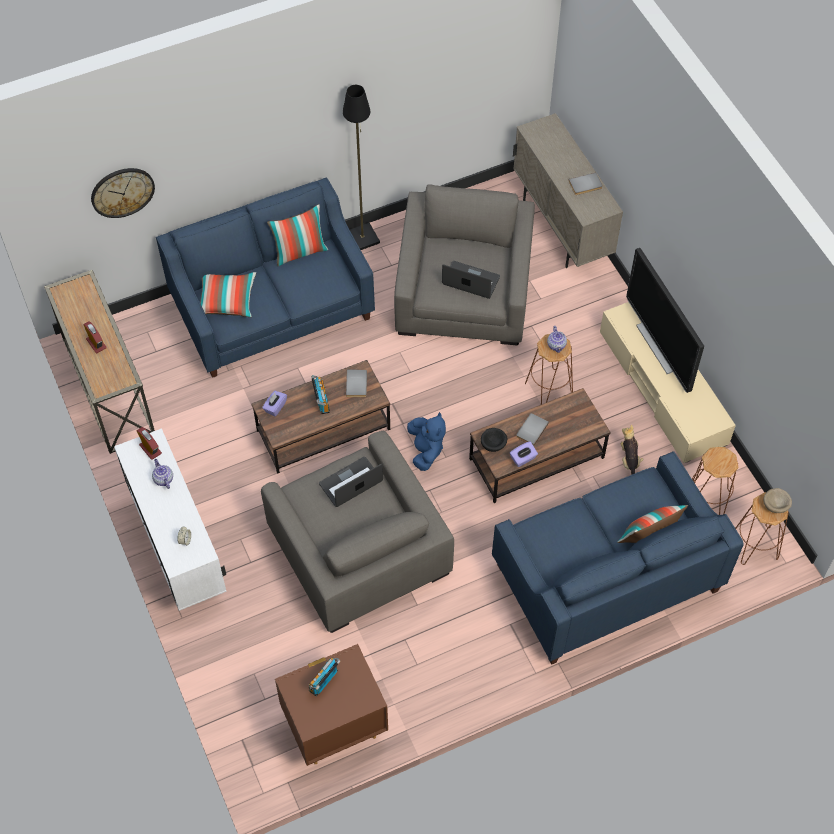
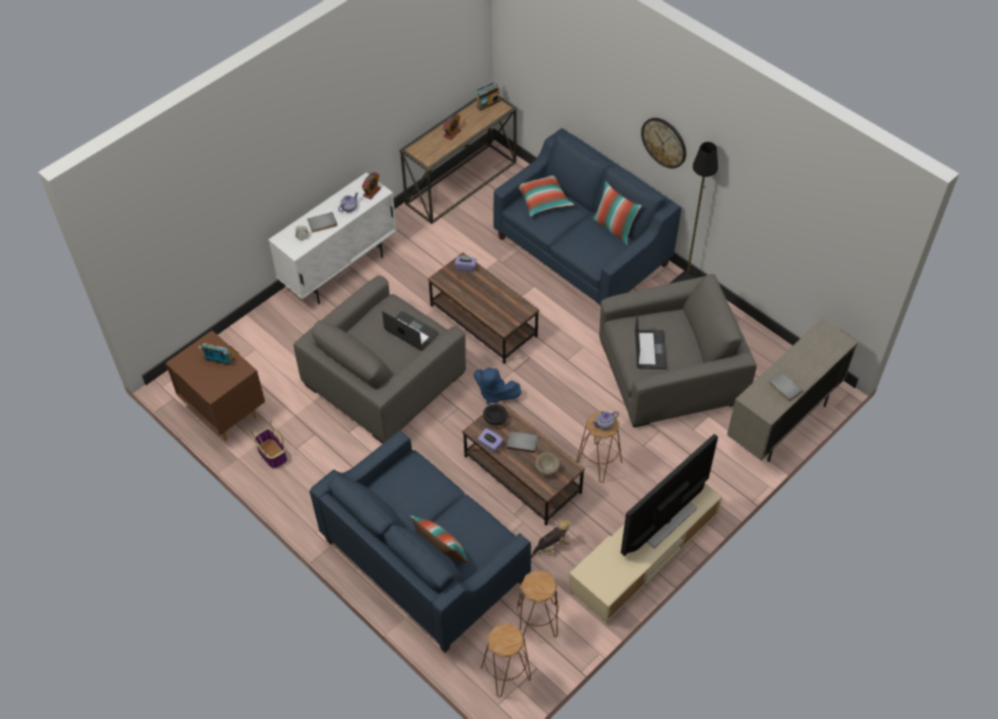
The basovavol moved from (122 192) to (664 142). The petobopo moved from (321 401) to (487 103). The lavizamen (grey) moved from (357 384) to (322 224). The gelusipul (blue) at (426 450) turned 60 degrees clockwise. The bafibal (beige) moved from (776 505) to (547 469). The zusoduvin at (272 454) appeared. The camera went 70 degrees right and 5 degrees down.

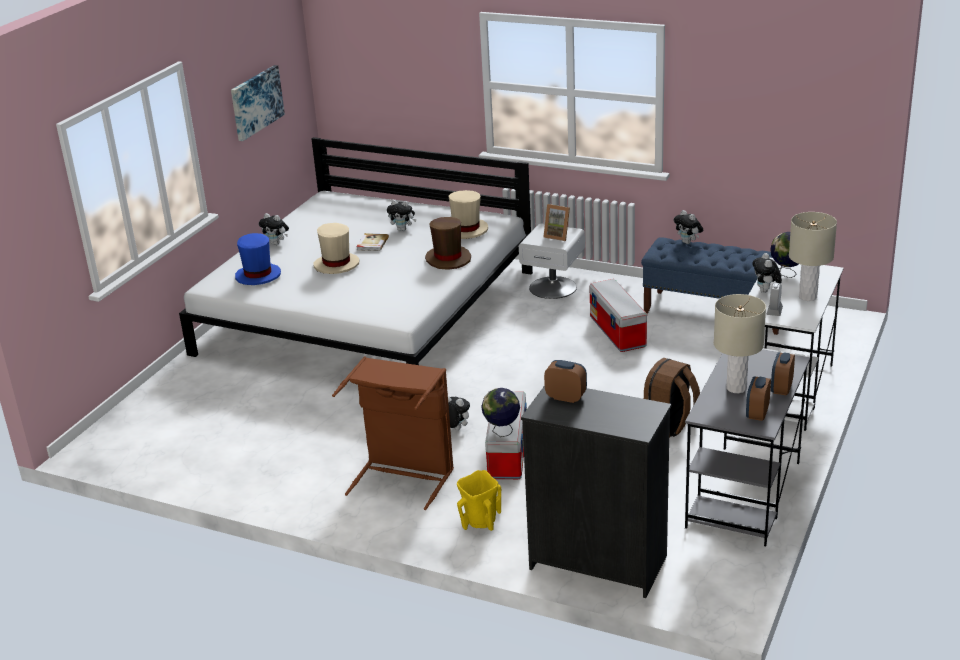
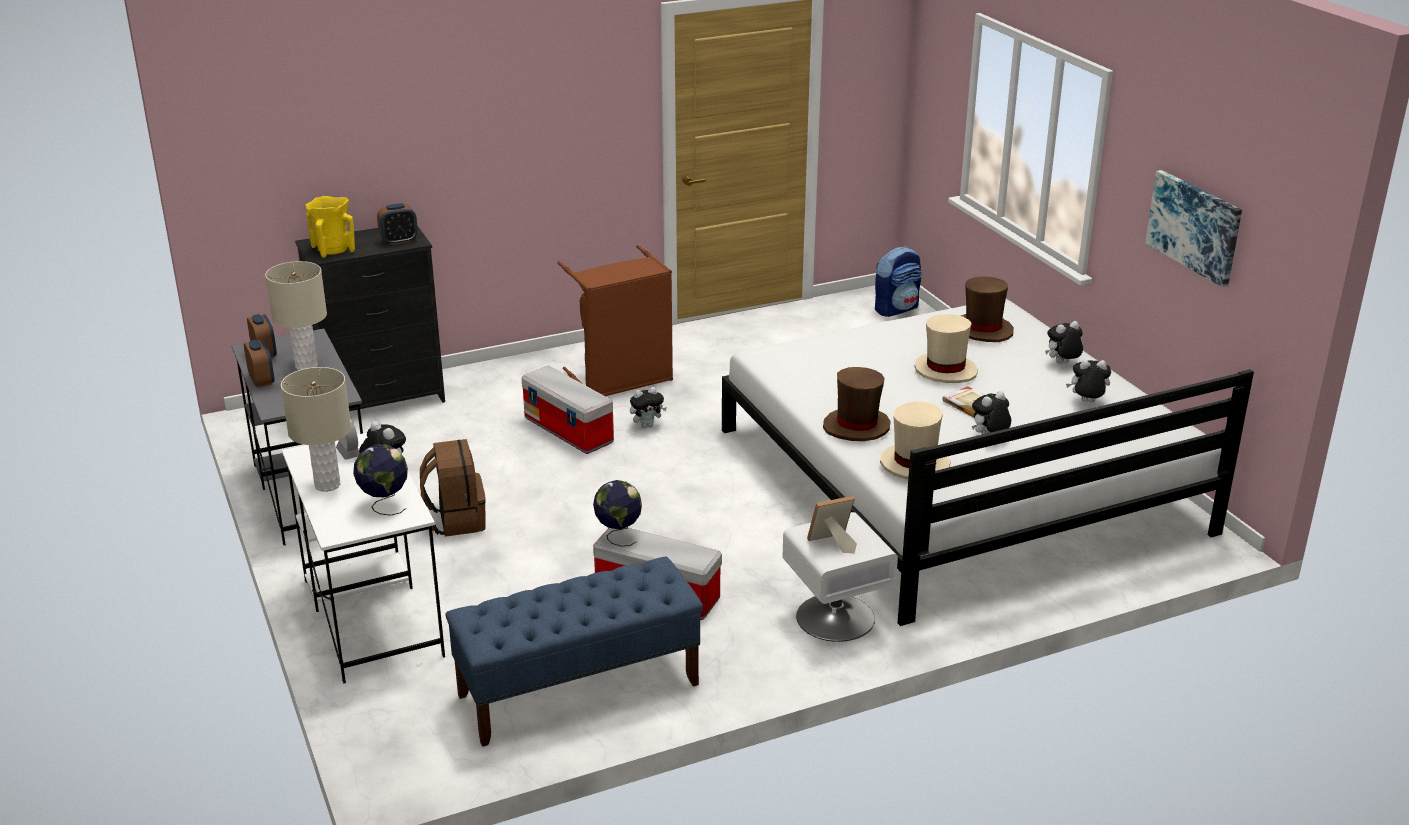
The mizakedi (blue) at (258 276) became the mizakedi (brown) at (983 330). The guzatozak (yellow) moved from (480 522) to (333 250). The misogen moved from (502 432) to (618 536). The gelusipul moved from (688 242) to (1086 402). The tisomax at (896 309) appeared. The camera went 130 degrees right and 0 degrees up.

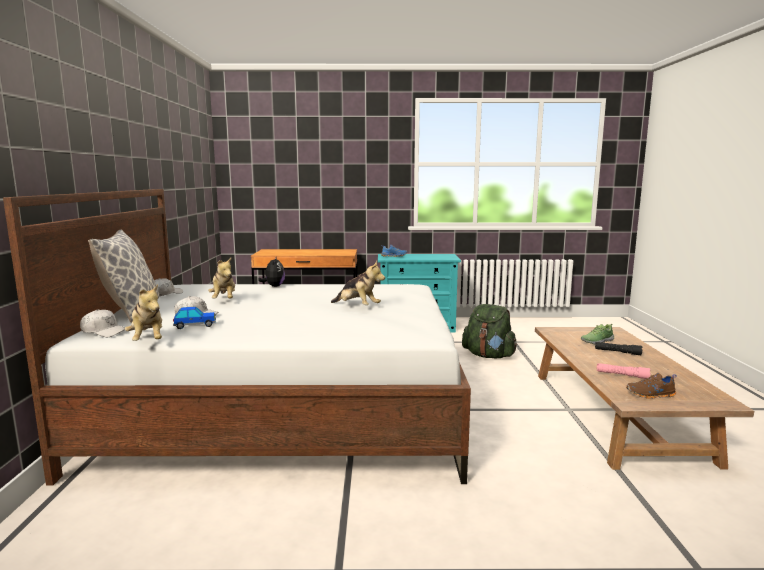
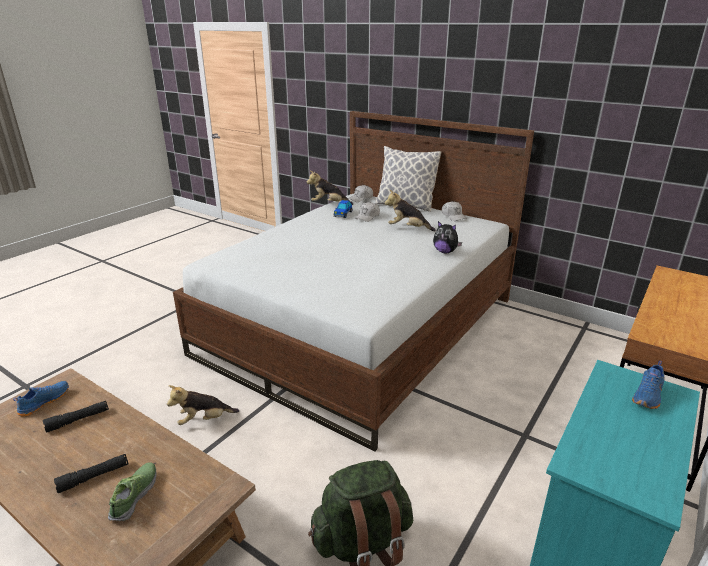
The gelusipul moved from (357 307) to (204 420). The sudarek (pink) at (622 375) became the sudarek (black) at (78 420). The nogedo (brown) at (651 395) became the nogedo (blue) at (44 402). The camera went 125 degrees right and 15 degrees up.

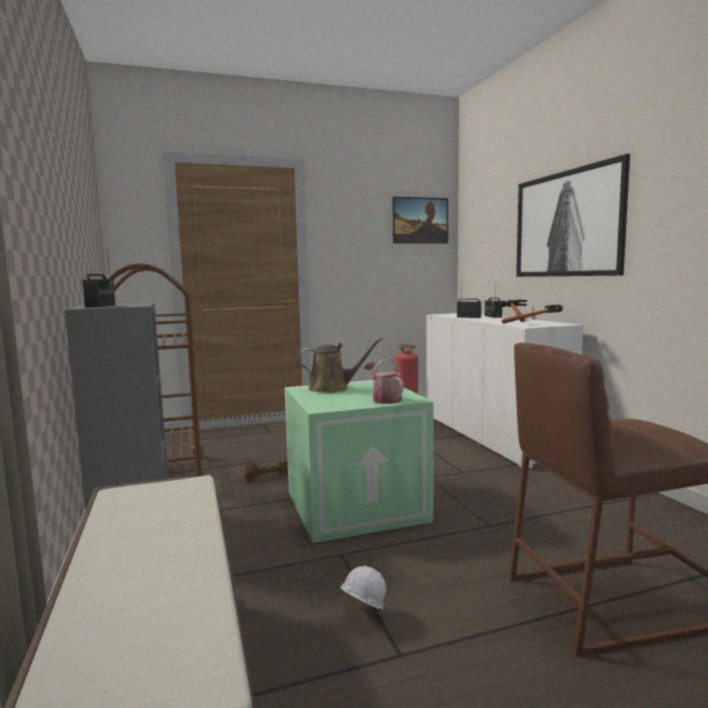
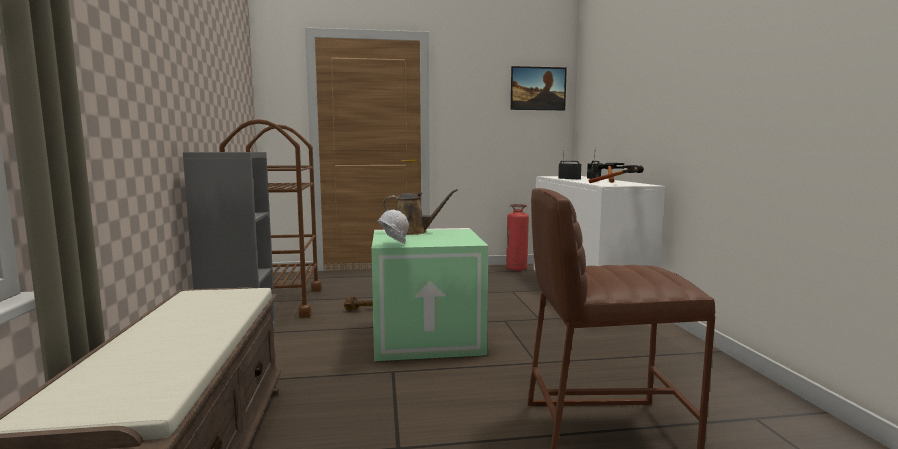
The petobopo at (101 306) disappeared. The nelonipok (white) moved from (362 617) to (392 245). The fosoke at (384 399) disappeared. The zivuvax at (566 224) disappeared. The camera went 10 degrees right and 0 degrees up.

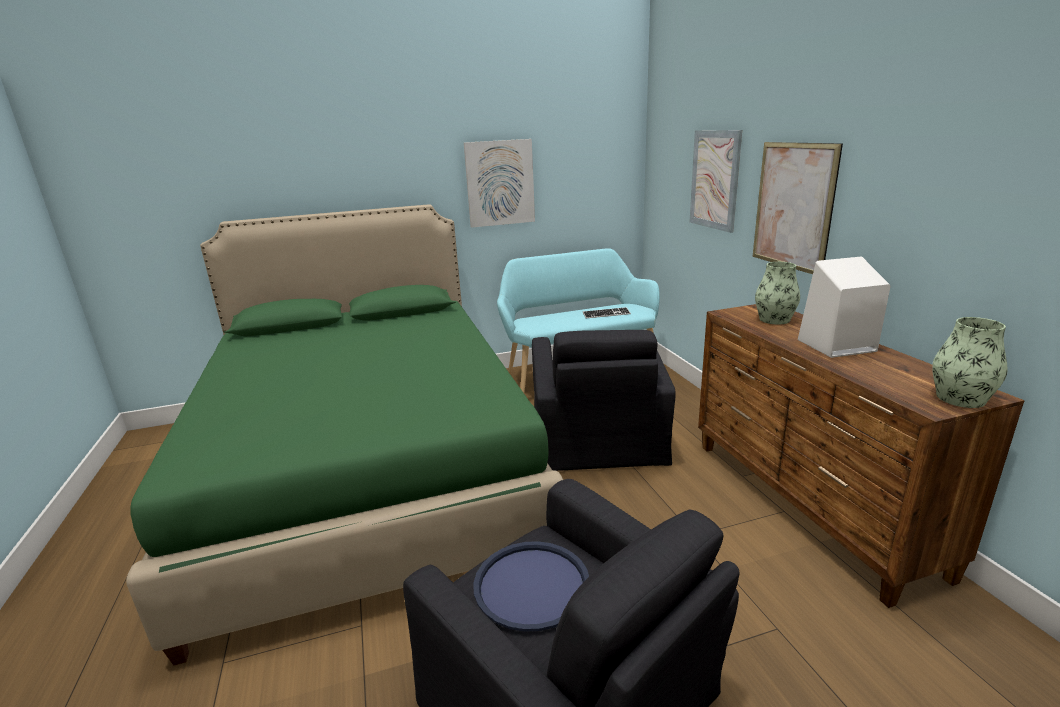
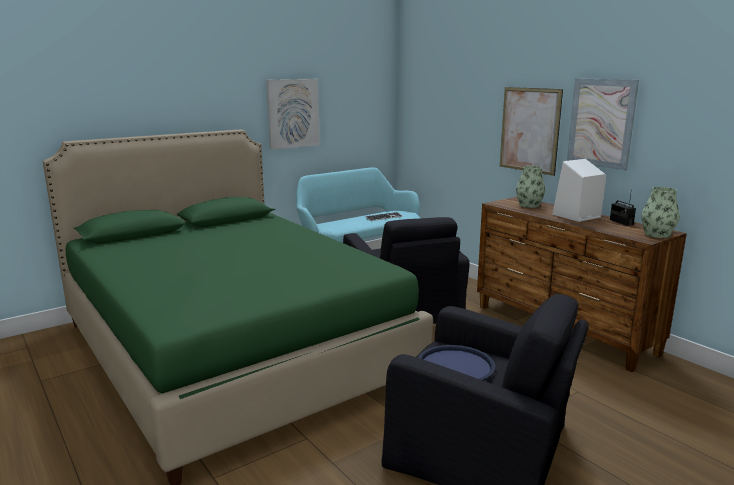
The zivuvax moved from (714 180) to (601 123). The petobopo at (621 222) appeared. The camera went 20 degrees left and 5 degrees down.

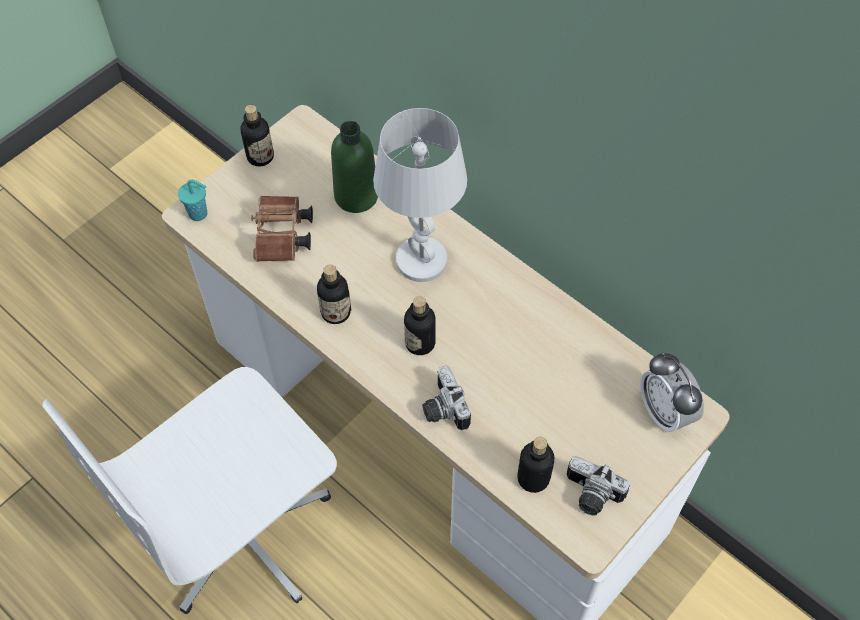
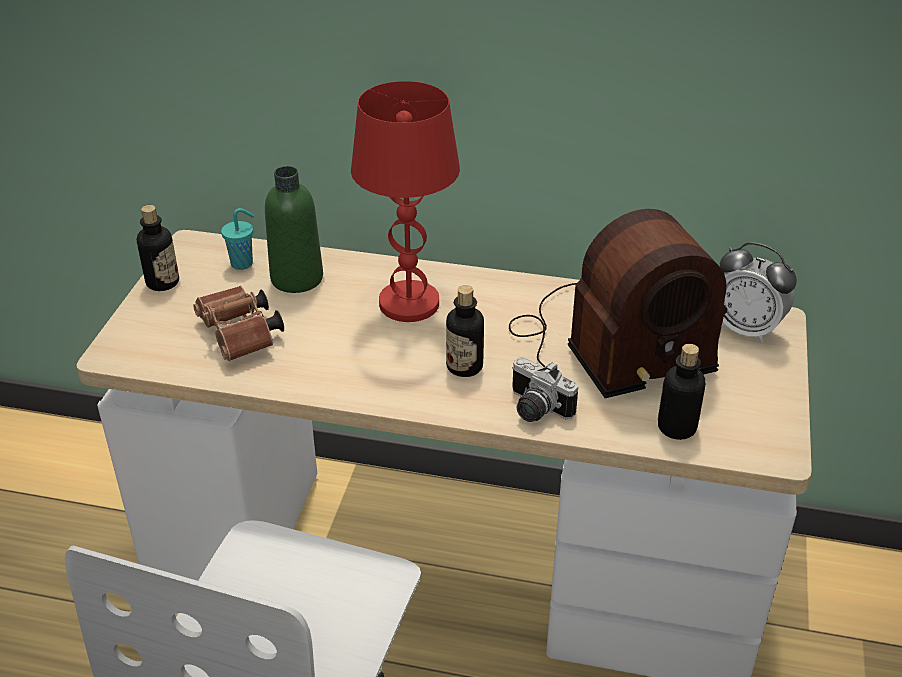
The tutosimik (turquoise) moved from (199 214) to (243 263). The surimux at (336 312) disappeared. The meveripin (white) at (421 260) became the meveripin (red) at (408 304). The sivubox at (590 496) disappeared. The petobopo at (607 346) appeared. The camera went 30 degrees left and 20 degrees down.

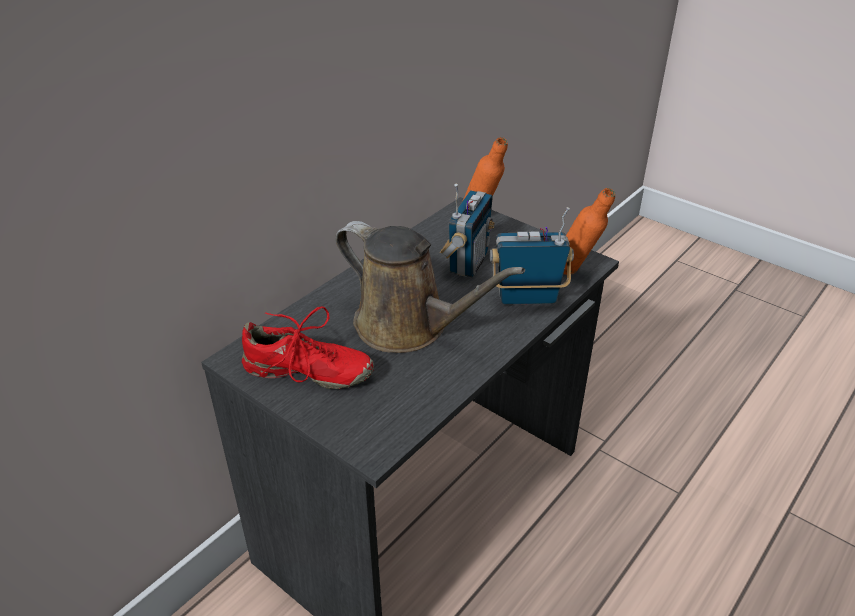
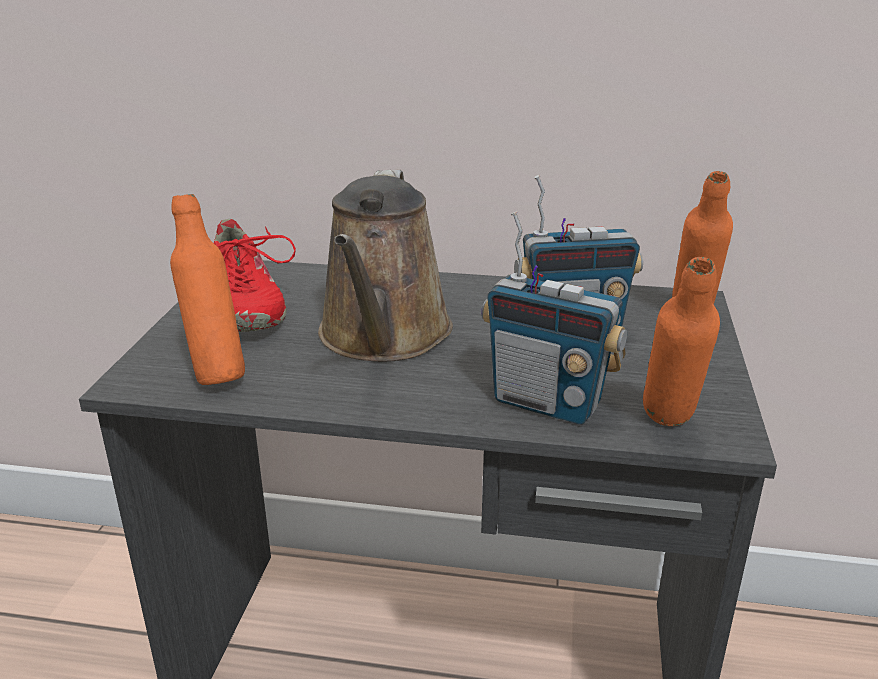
The petobopo at (527 298) turned 150 degrees clockwise. The surimux (orange) at (216 375) appeared. The camera went 60 degrees right and 10 degrees down.

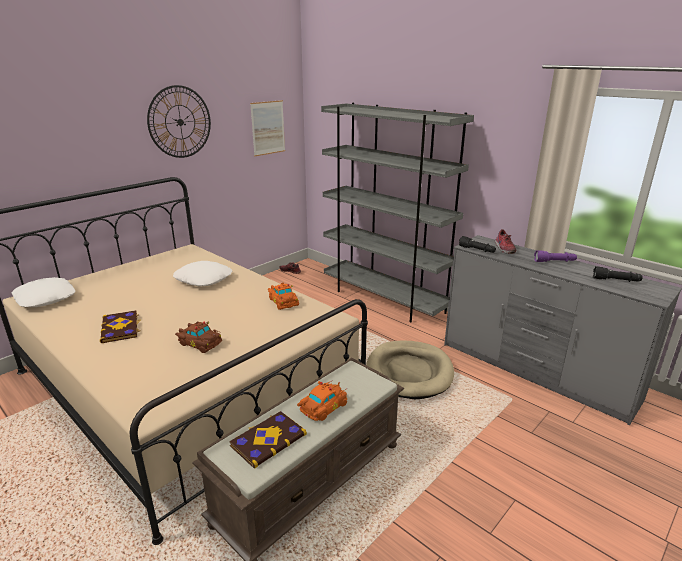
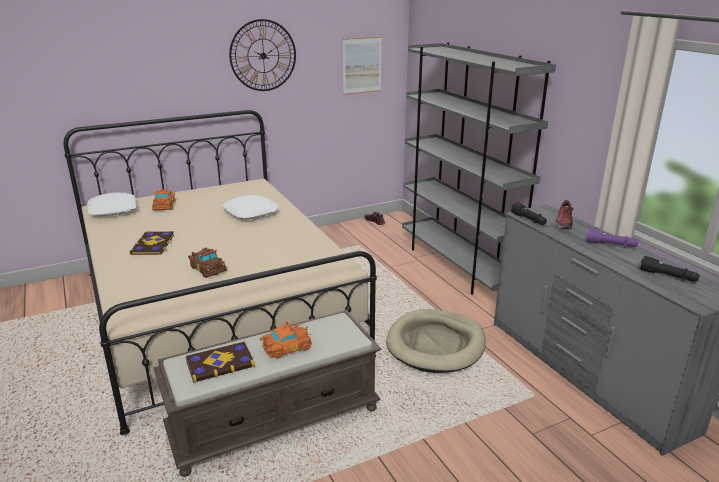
The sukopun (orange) moved from (283 301) to (165 205). The camera went 20 degrees right and 0 degrees up.

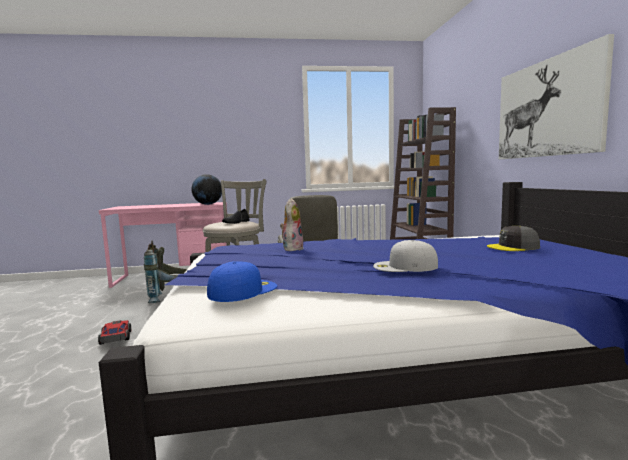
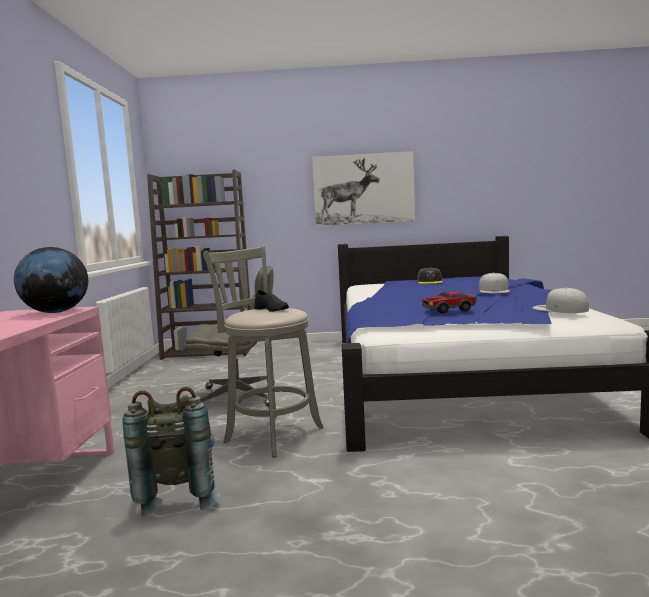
The sukopun moved from (115 338) to (448 310). The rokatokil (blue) at (243 290) became the rokatokil (white) at (559 309). The gelusipul at (292 249) disappeared. The camera went 80 degrees left and 0 degrees up.

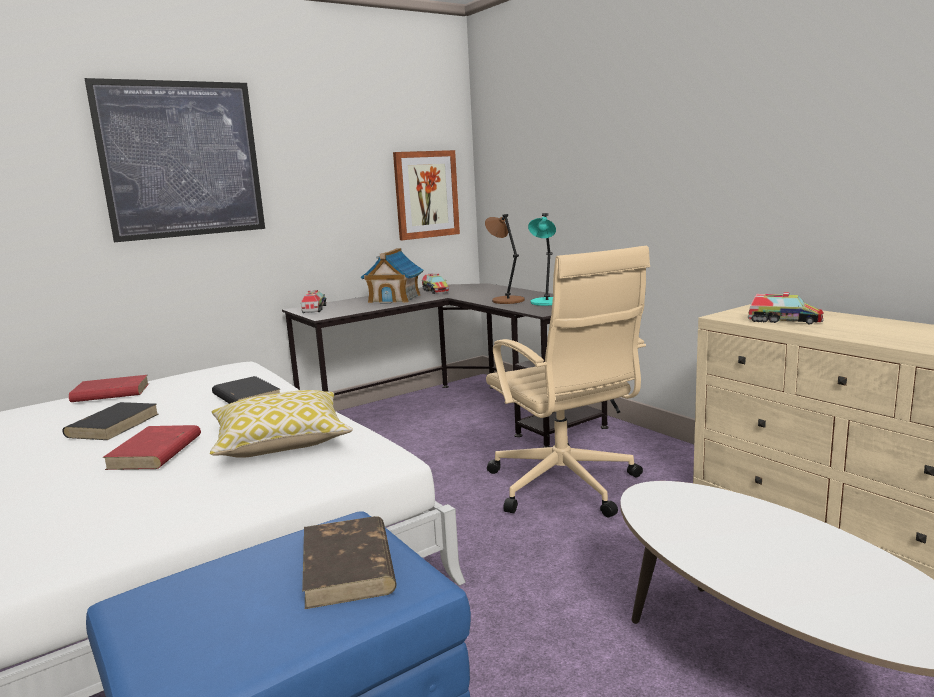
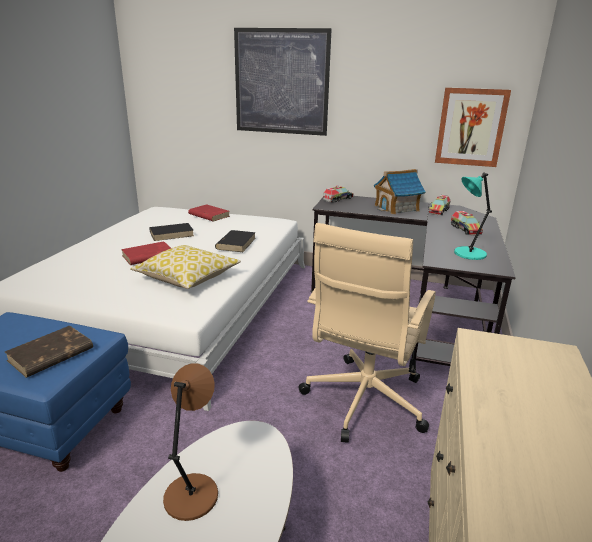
The meveripin (brown) moved from (506 300) to (192 494). The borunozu moved from (784 320) to (465 229). The camera went 50 degrees right and 10 degrees up.

